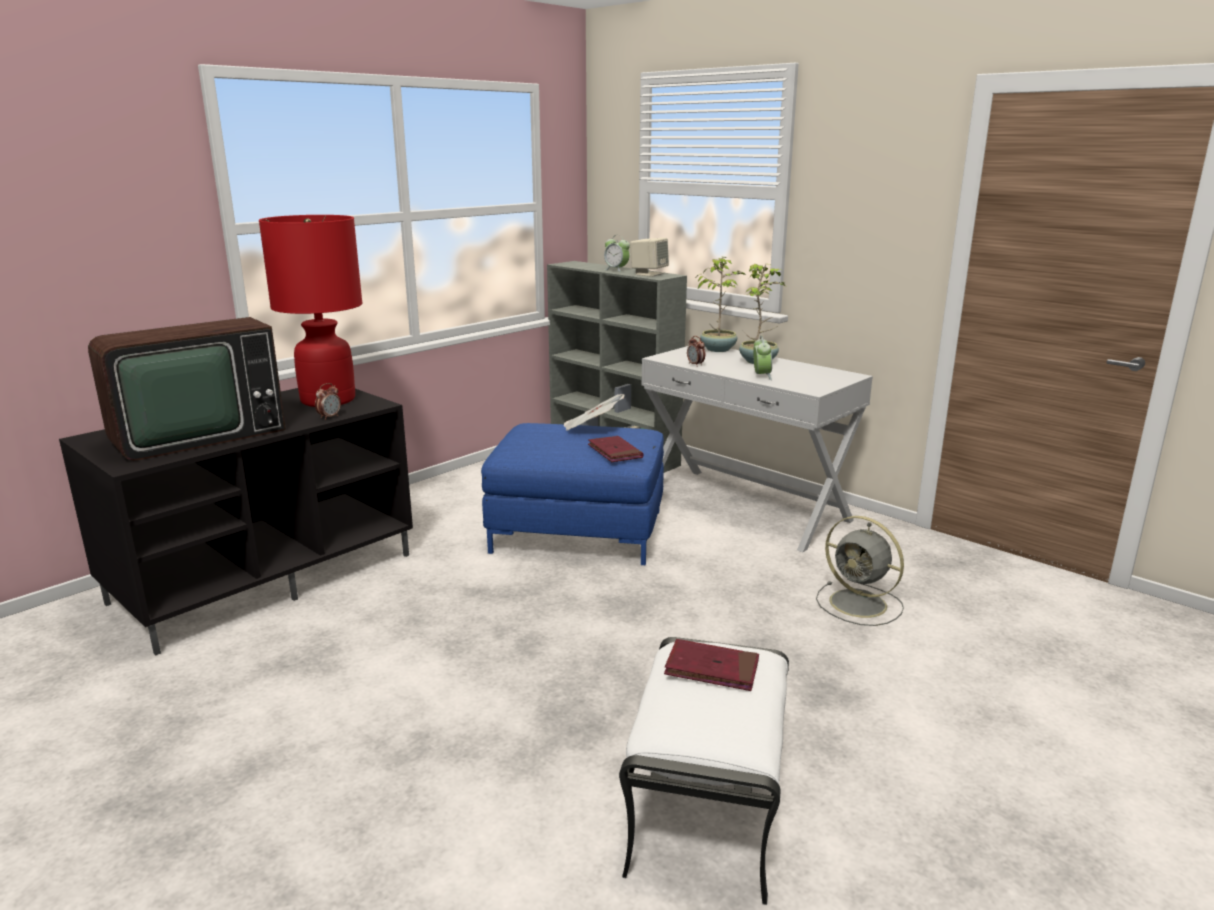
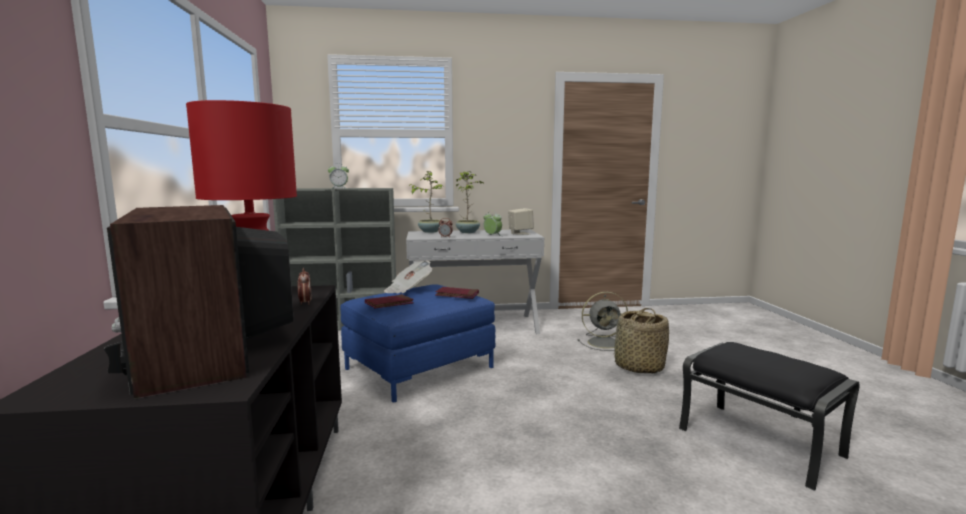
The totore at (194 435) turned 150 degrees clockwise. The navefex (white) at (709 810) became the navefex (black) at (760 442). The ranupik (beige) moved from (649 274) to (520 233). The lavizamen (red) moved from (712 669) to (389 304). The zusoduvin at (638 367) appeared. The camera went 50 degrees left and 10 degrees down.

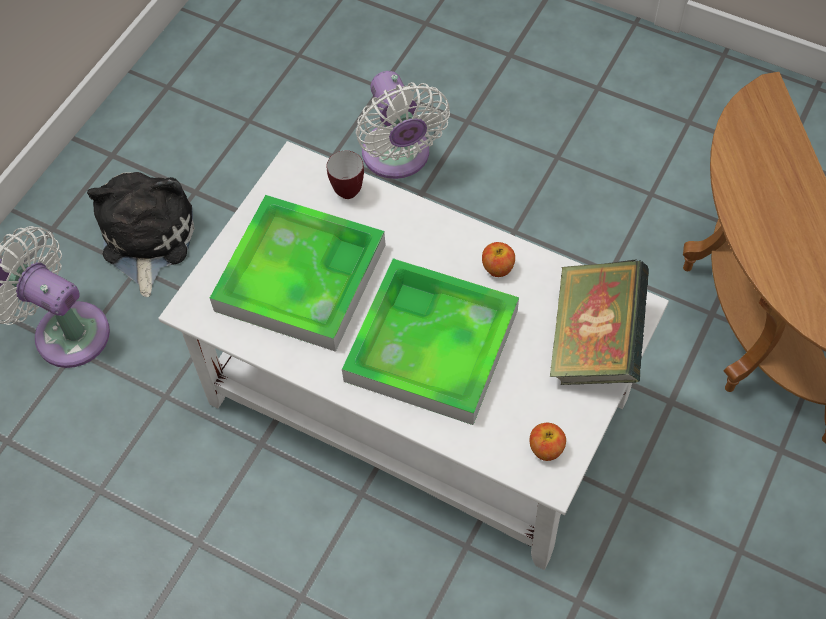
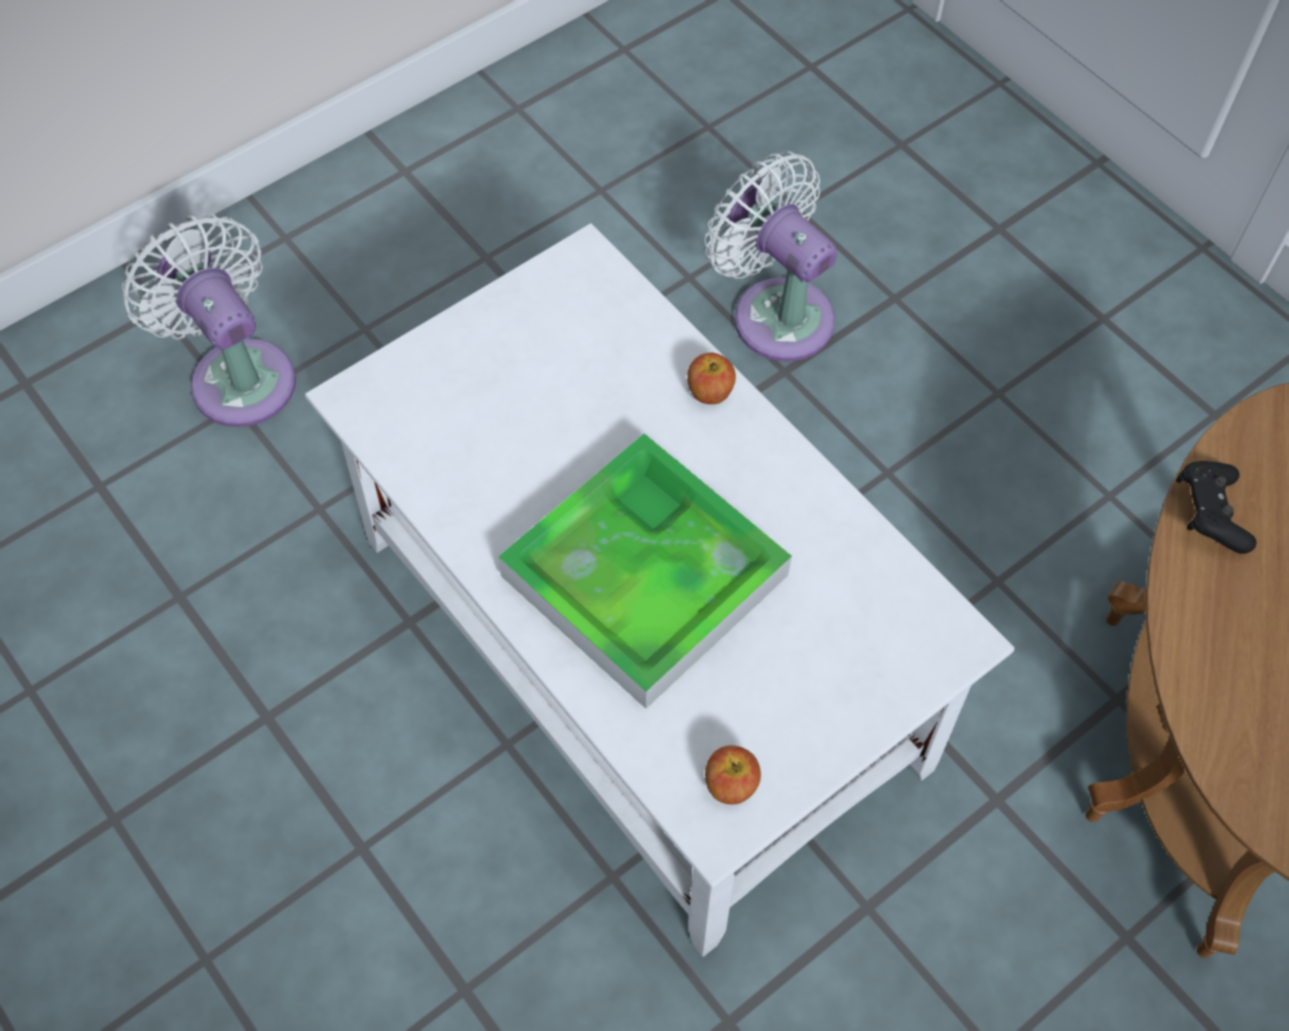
The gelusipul at (146 239) disappeared. The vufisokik at (301 277) disappeared. The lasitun at (347 187) disappeared. The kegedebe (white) at (398 158) turned 135 degrees clockwise. The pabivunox moved from (497 268) to (710 392). The lavizamen at (594 342) disappeared. The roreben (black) at (1209 514) appeared. The camera went 20 degrees right and 0 degrees up.

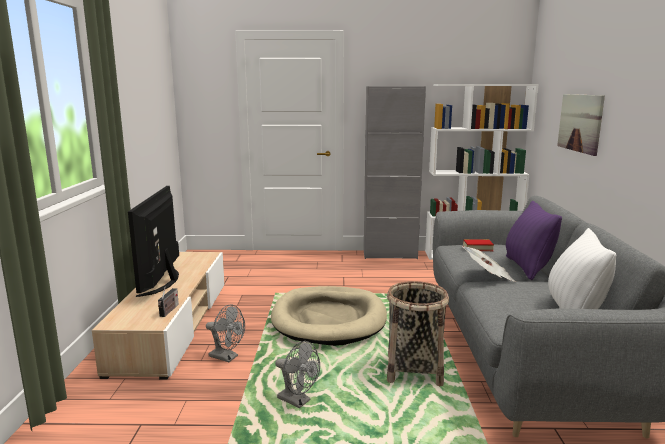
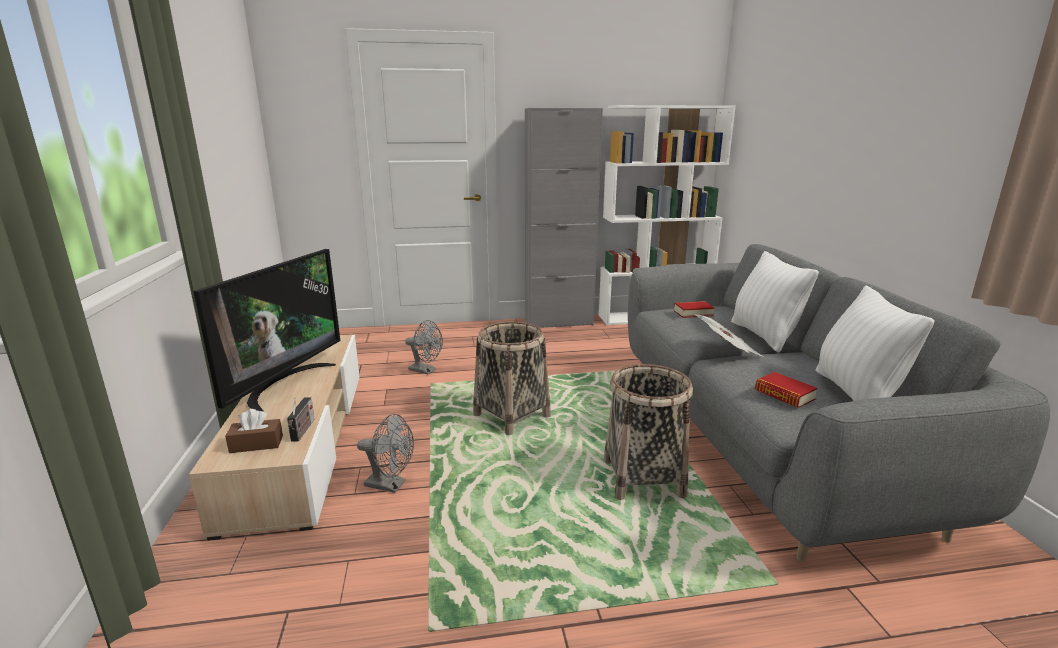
The totore at (164 281) turned 150 degrees counterclockwise. The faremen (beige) at (329 319) was replaced by the zusoduvin at (512 415). The kegedebe (grey) moved from (298 401) to (426 370). The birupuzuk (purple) at (527 268) became the birupuzuk (white) at (764 336). The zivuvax at (580 123) disappeared. The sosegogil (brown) at (256 444) appeared. The lavizamen at (784 395) appeared. The camera went 10 degrees left and 5 degrees up.

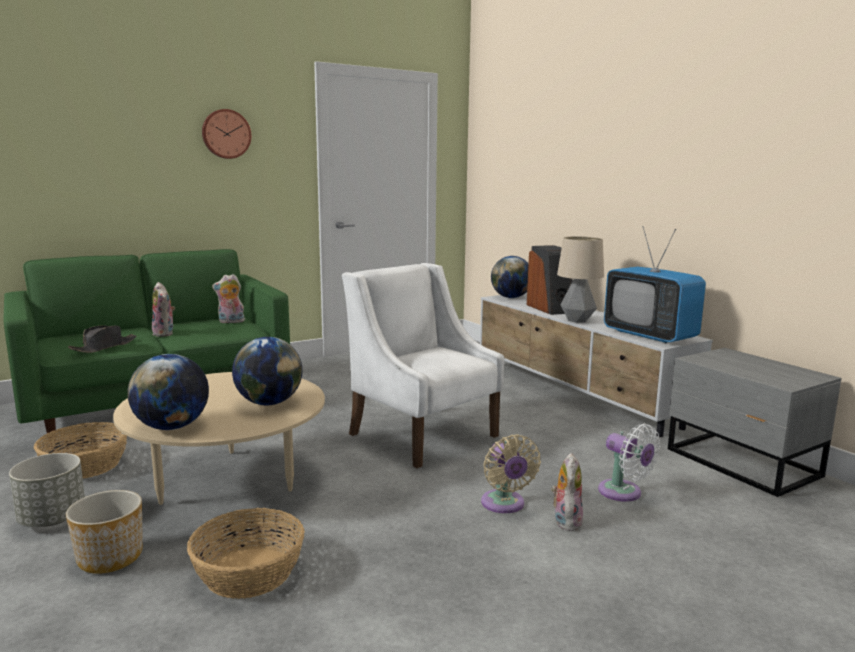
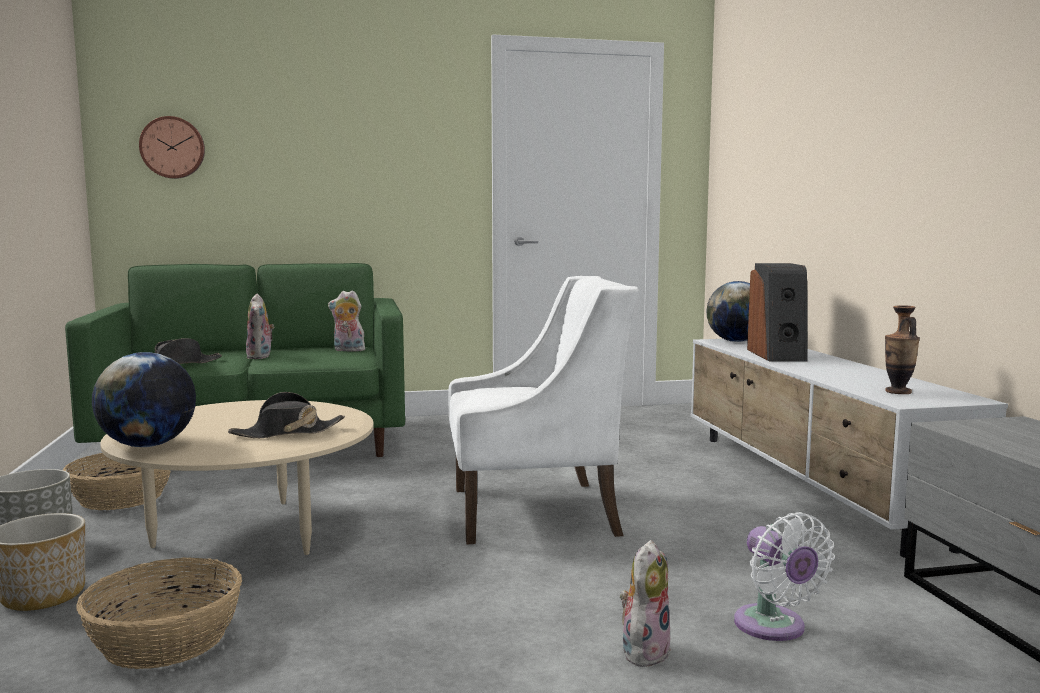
The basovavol moved from (226 134) to (173 148). The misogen at (269 403) was replaced by the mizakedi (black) at (287 433). The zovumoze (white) at (422 434) turned 105 degrees clockwise. The kegedebe (beige) at (504 505) disappeared. The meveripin at (577 320) disappeared. The totore at (650 335) was replaced by the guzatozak at (898 392). The camera went 20 degrees right and 5 degrees down.

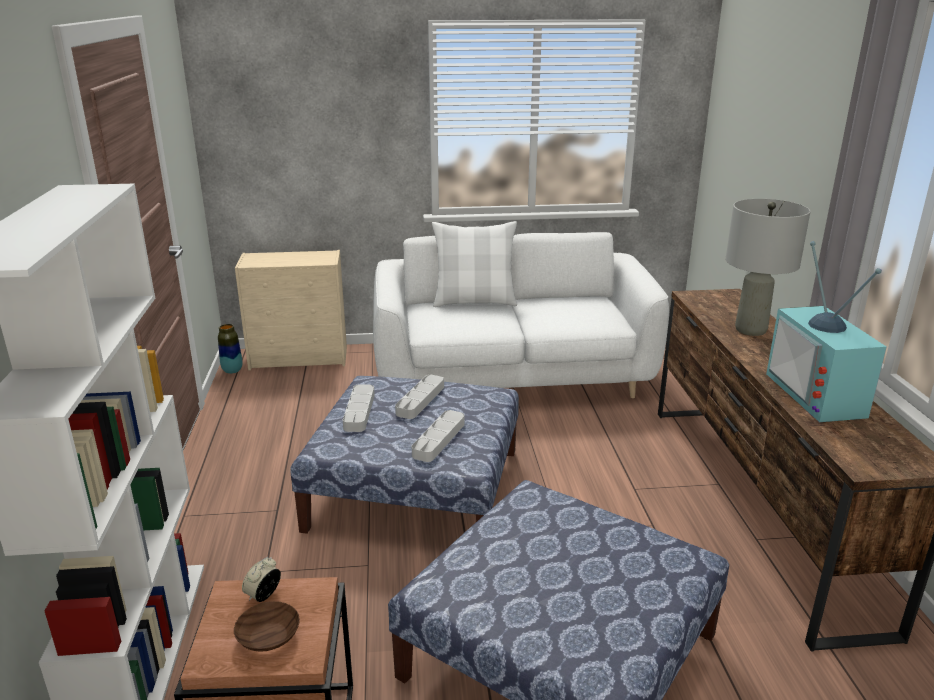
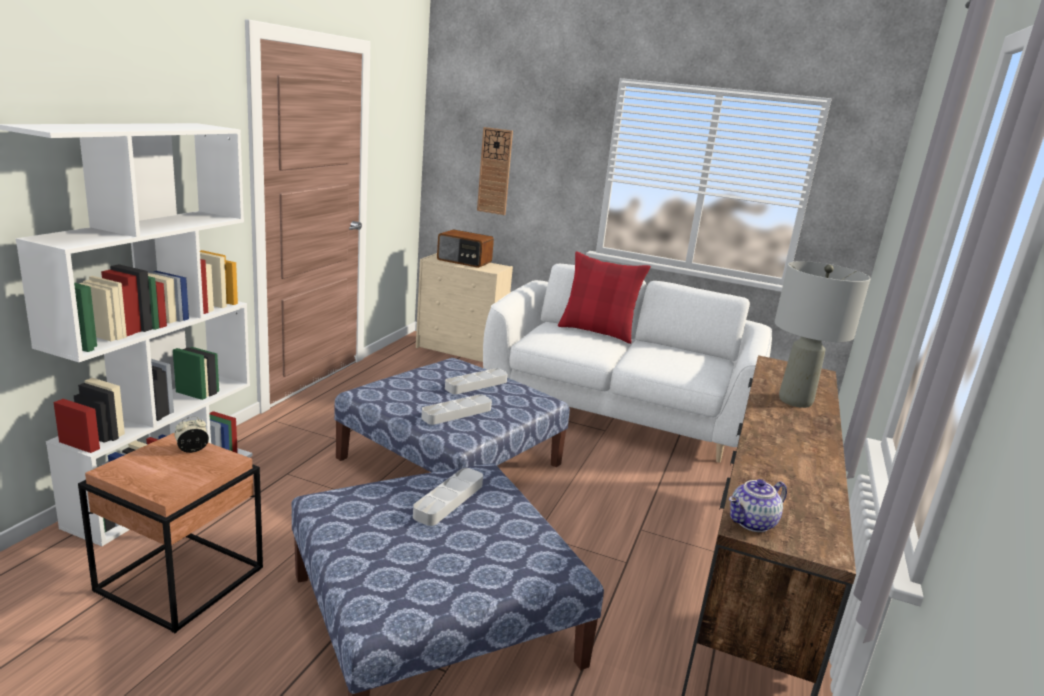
The guzatozak at (232 370) disappeared. The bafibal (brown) at (270 636) disappeared. The vufisokik (grey) moved from (359 411) to (449 500). The birupuzuk (white) at (474 302) became the birupuzuk (red) at (597 332). The totore at (821 395) disappeared. The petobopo at (464 261) appeared. The basovavol at (495 171) appeared. The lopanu at (752 523) appeared. The camera went 25 degrees right and 5 degrees down.

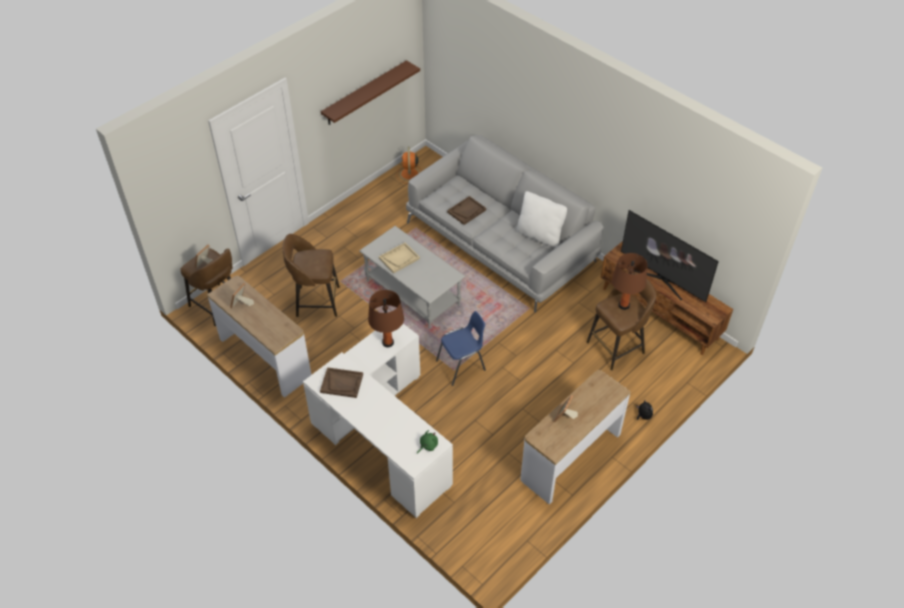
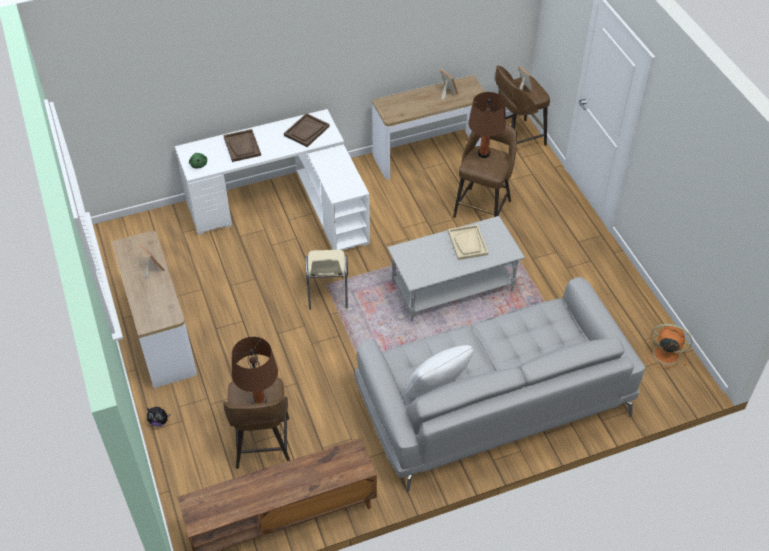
The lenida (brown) at (365 93) disappeared. The meveripin (brown) moved from (388 342) to (484 153). The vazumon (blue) at (462 365) became the vazumon (beige) at (327 293). The vufisokik (brown) moved from (466 211) to (242 146). The totore at (662 280) disappeared. The camera went 115 degrees right and 0 degrees up.

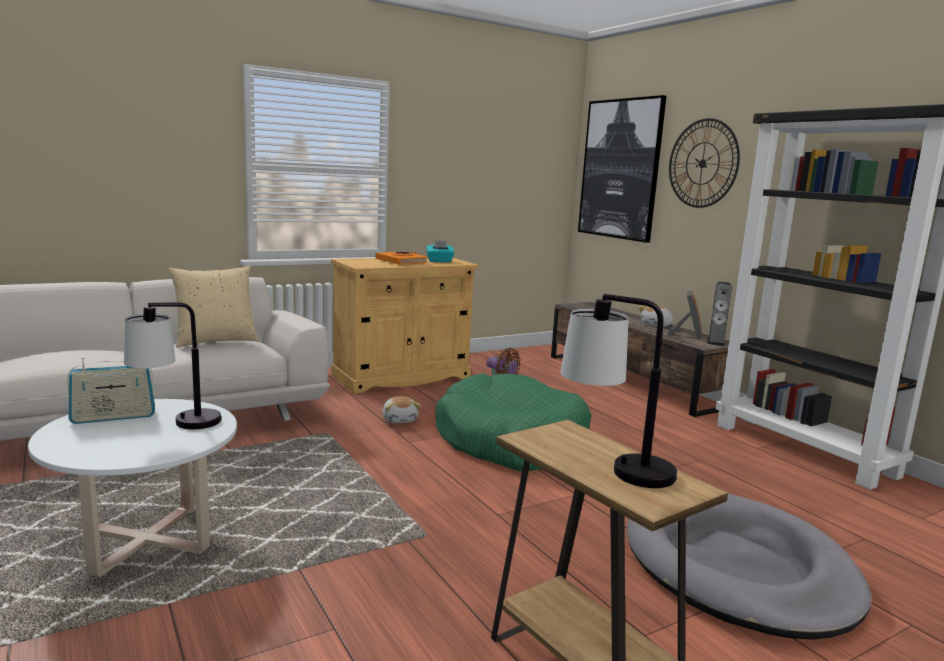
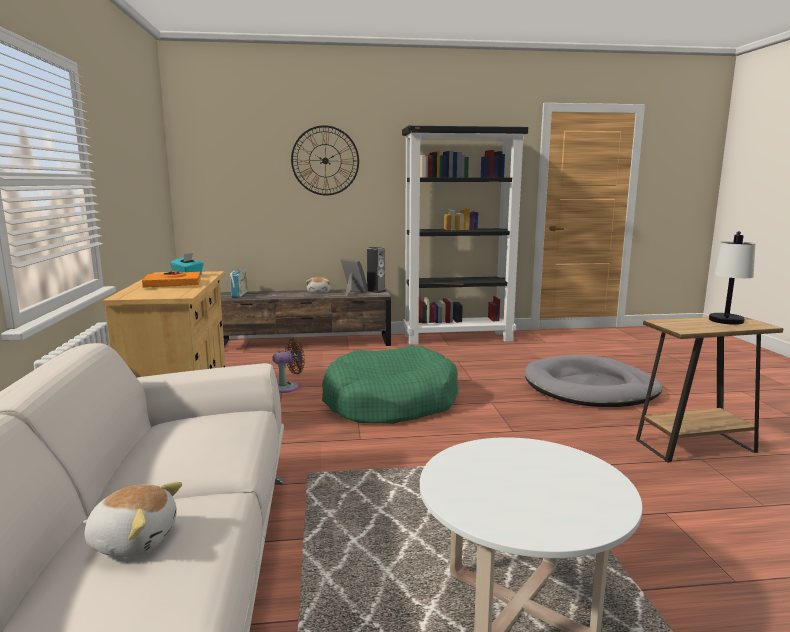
The petobopo moved from (113 417) to (239 295). The meveripin at (177 426) disappeared. The birupuzuk (beige) at (215 341) disappeared. The gelusipul moved from (400 419) to (134 540). The zivuvax at (620 169) disappeared. The camera went 65 degrees left and 0 degrees up.

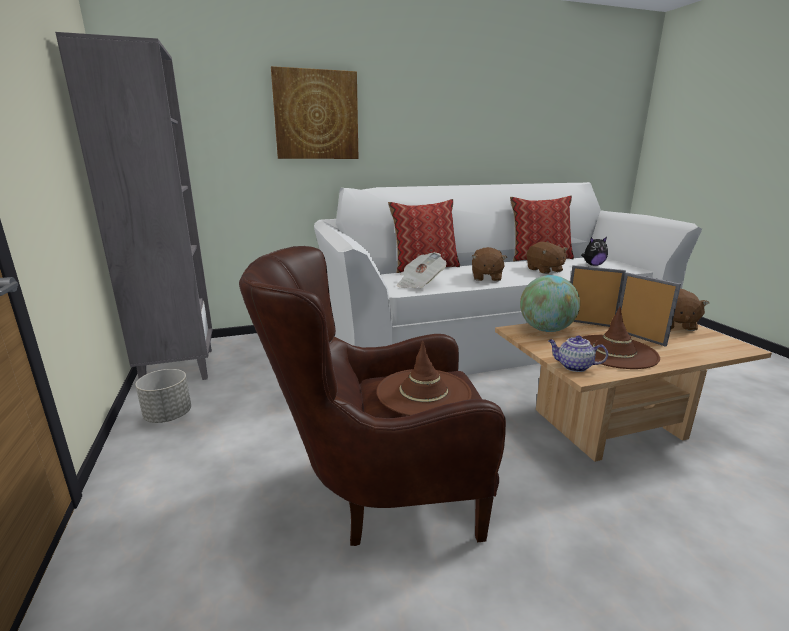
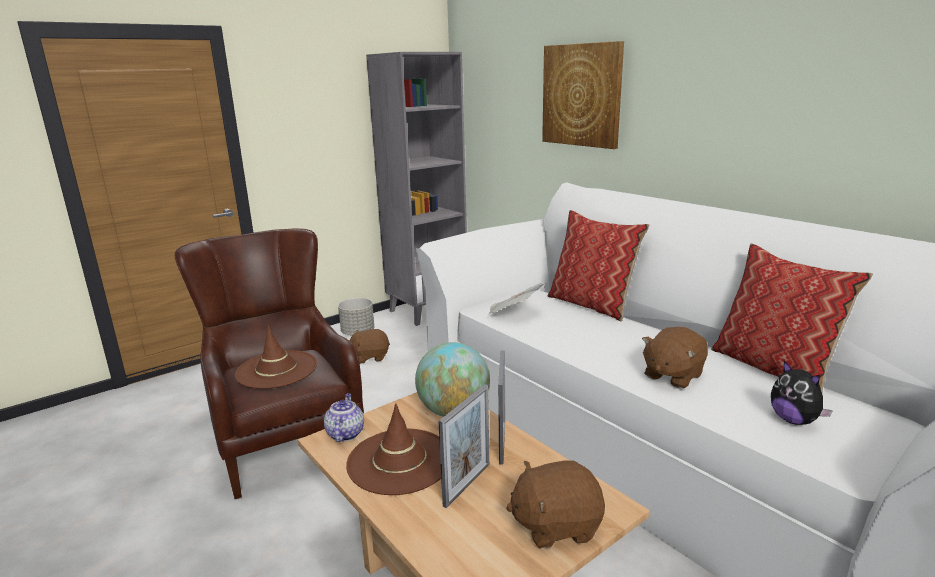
The gelusipul (brown) moved from (486 277) to (370 357). The camera went 70 degrees right and 0 degrees up.

